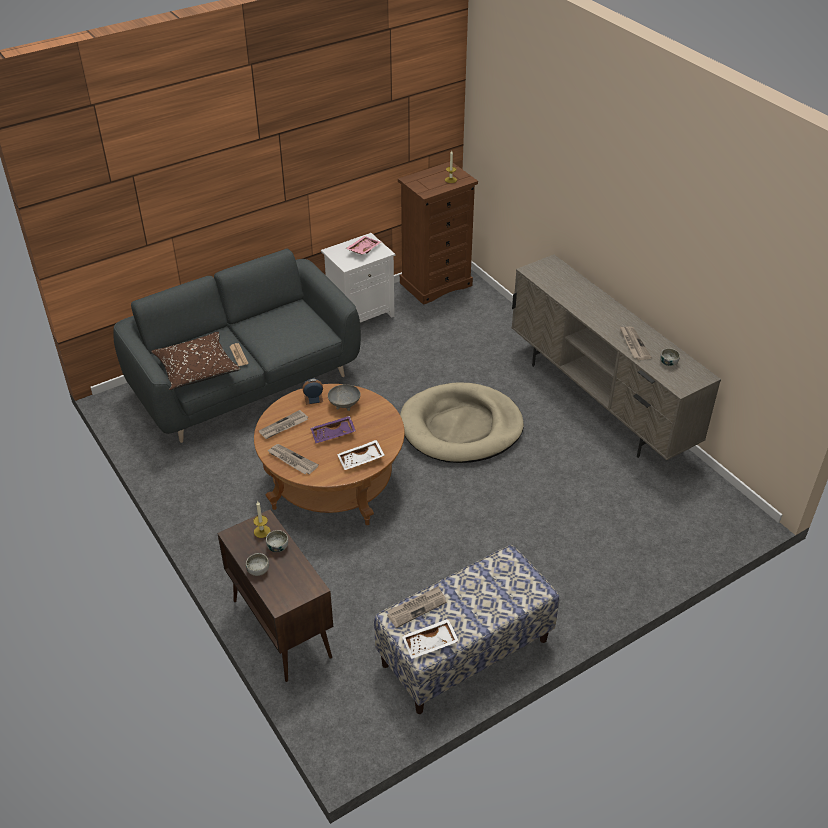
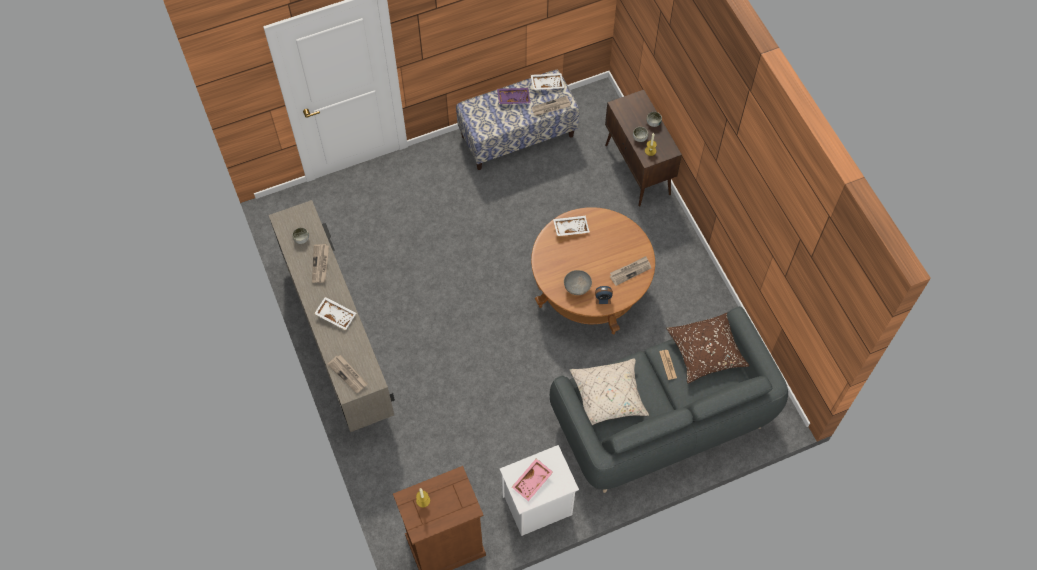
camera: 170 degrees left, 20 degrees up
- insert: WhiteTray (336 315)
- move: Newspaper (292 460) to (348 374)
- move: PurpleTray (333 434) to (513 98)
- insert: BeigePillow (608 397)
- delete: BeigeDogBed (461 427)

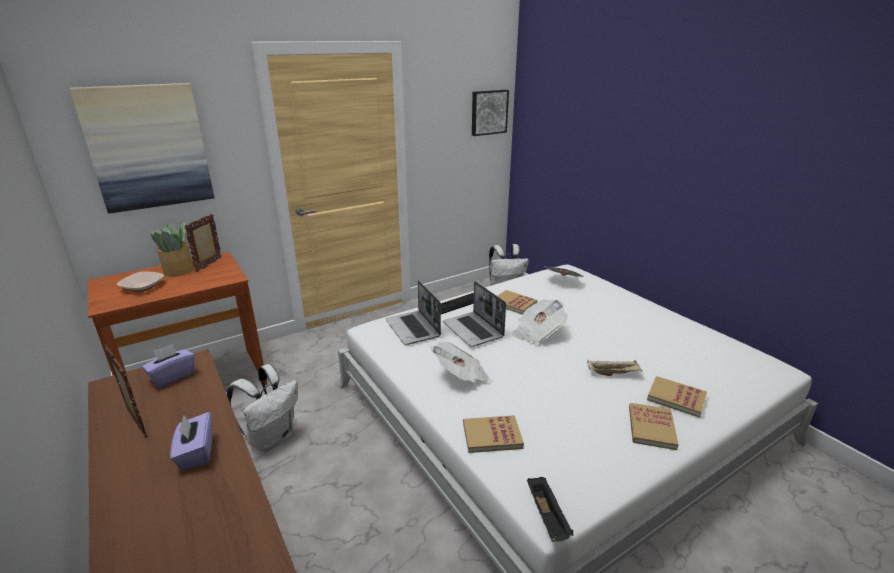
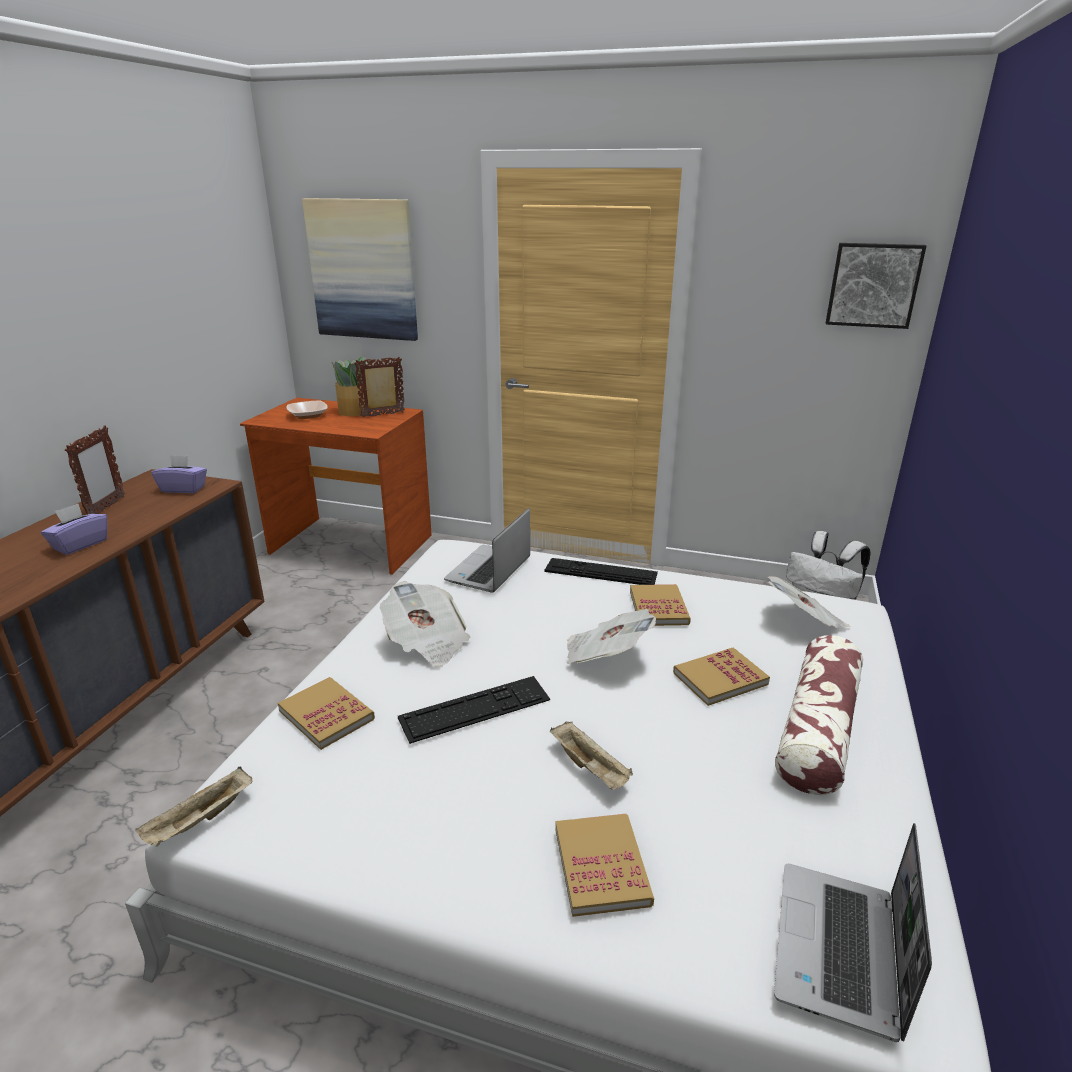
camera: 50 degrees right, 0 degrees up
- recolor: BlackTray (548 517) to BeigeTray (200 821)
- insert: Keyboard (475 709)
- move: Book (651 427) to (720 678)
- move: Laptop (474 330) to (840 951)
- insert: Pillow (818 729)
- delete: WhiteBackpack (271 438)

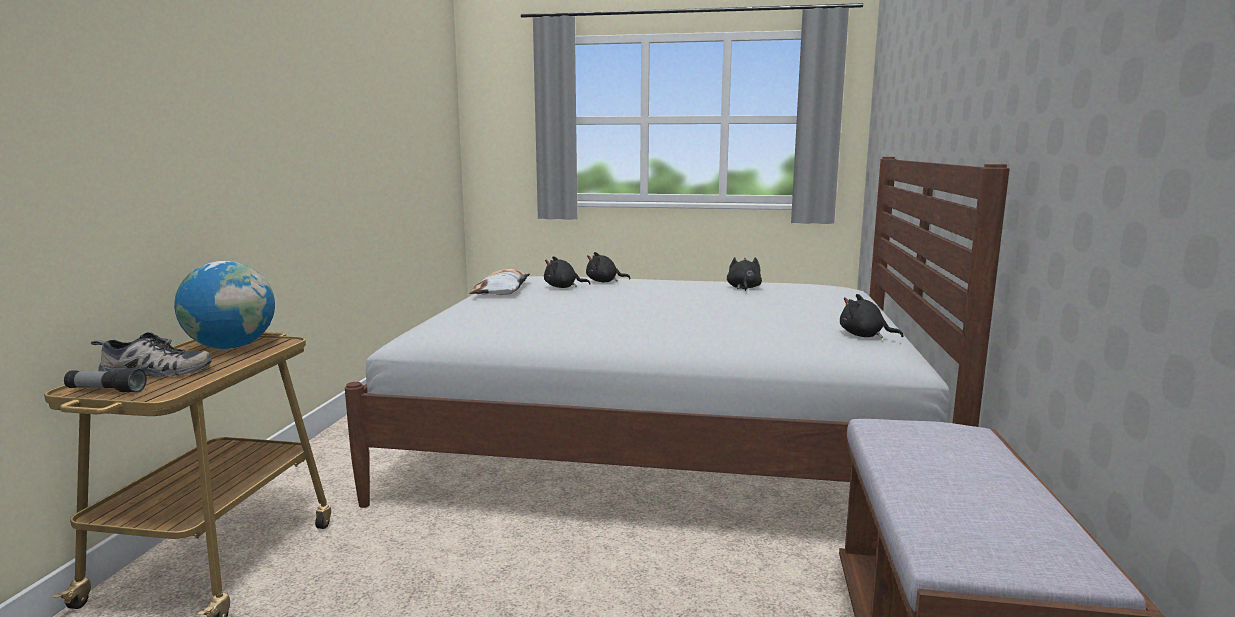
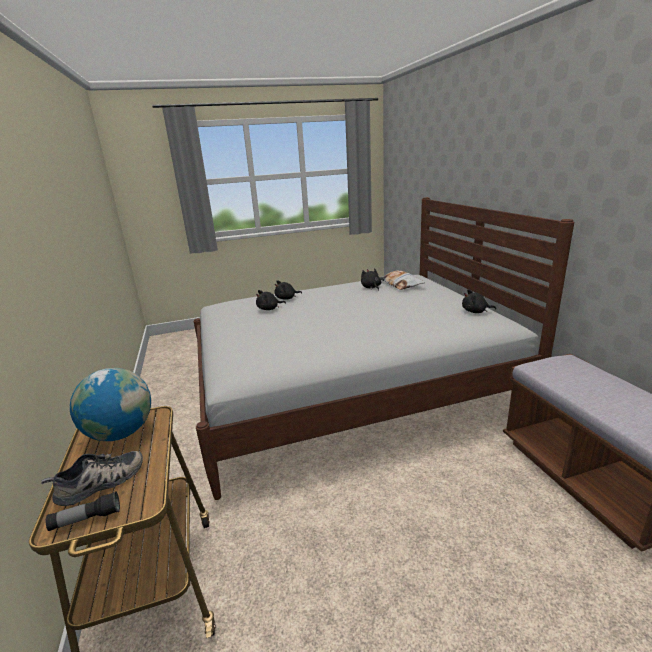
camera: 25 degrees left, 10 degrees up
- move: Pillow (502 290) to (400 284)

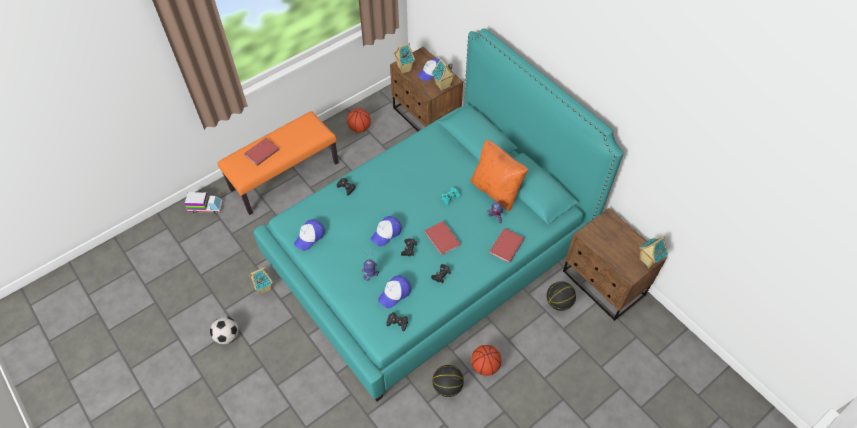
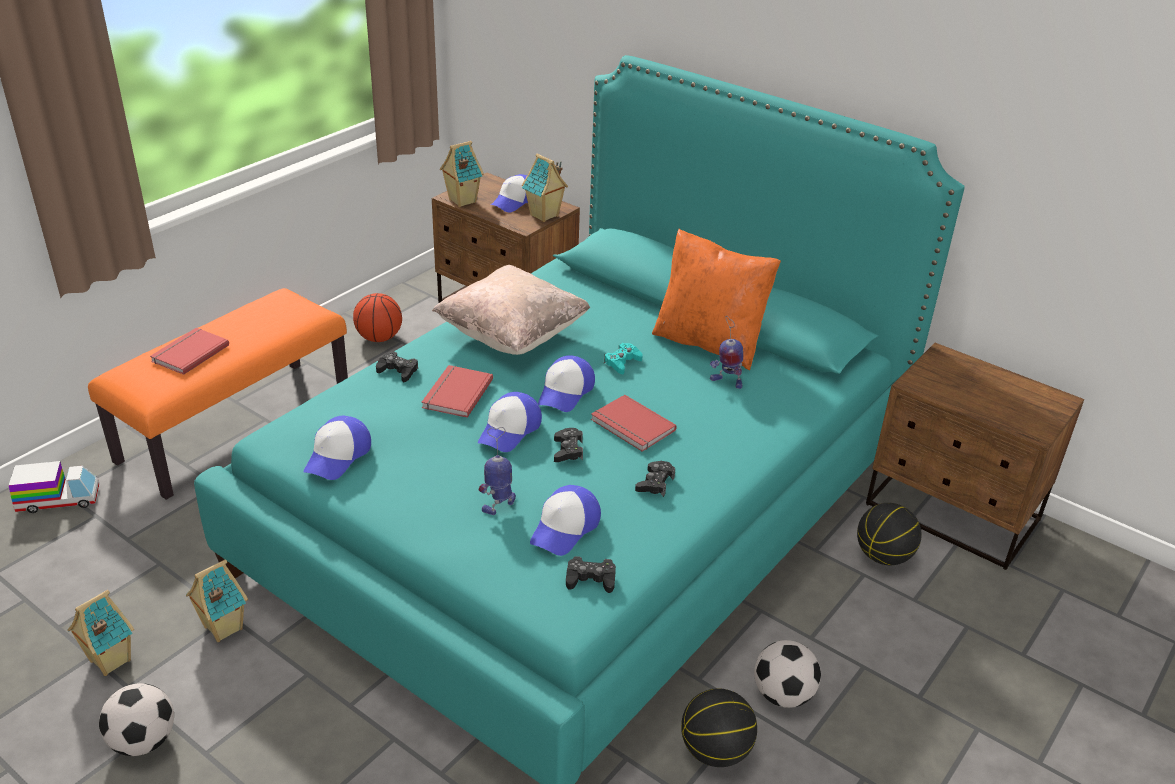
camera: 15 degrees left, 20 degrees down
- move: ToyHouse (647 261) to (109 661)
- move: RedBook (505 246) to (455 393)
- insert: BeigePillow (512 335)
- insert: Cap (566 392)
- replace: Basketball (485 366) to Football (782 695)

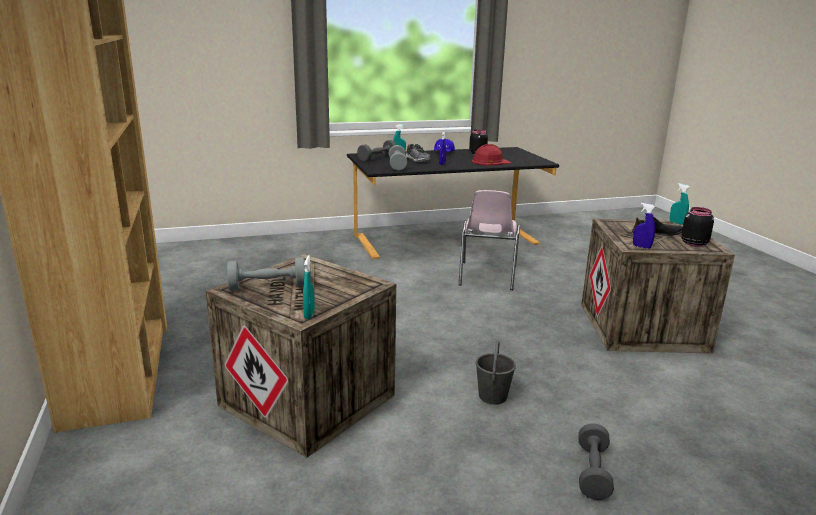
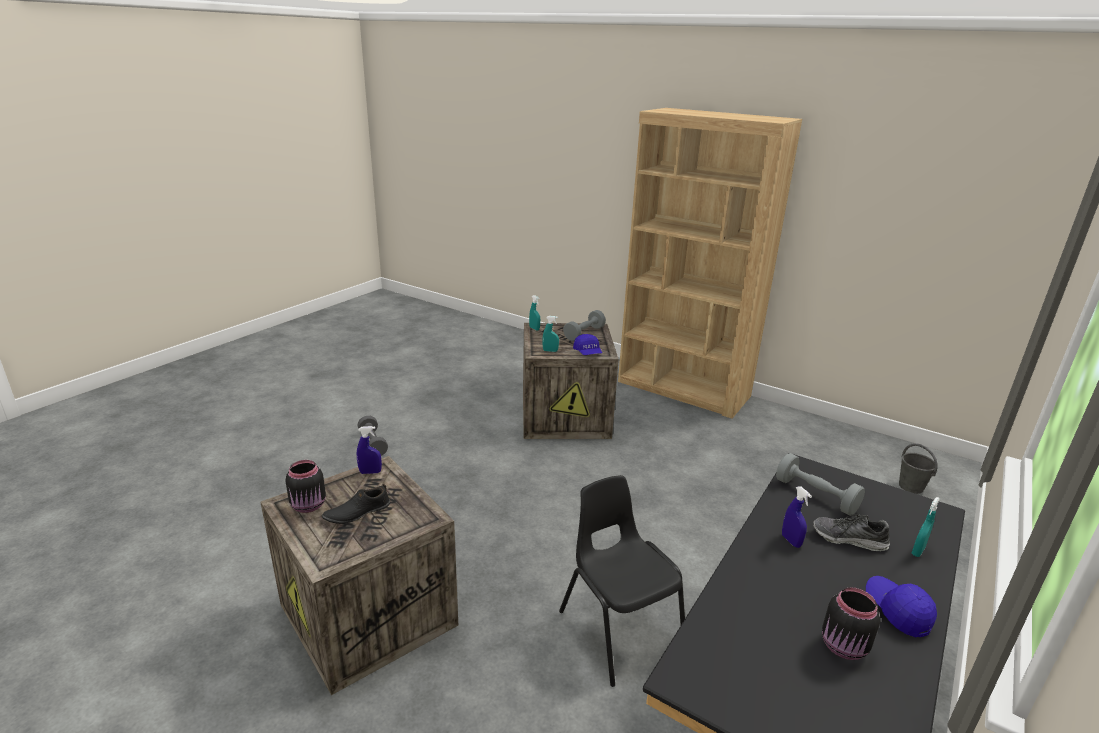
camera: 140 degrees right, 5 degrees up
- move: TurquoiseSprayBottle (677 223) to (550 351)
- recolor: PinkChair (486 276) to BlackChair (619 629)
- insert: BlueCap (587 353)
- move: GreyBucket (493 396) to (911 487)
- delete: GreyDumbbell (377 158)
- delete: RedHardHat (490 162)

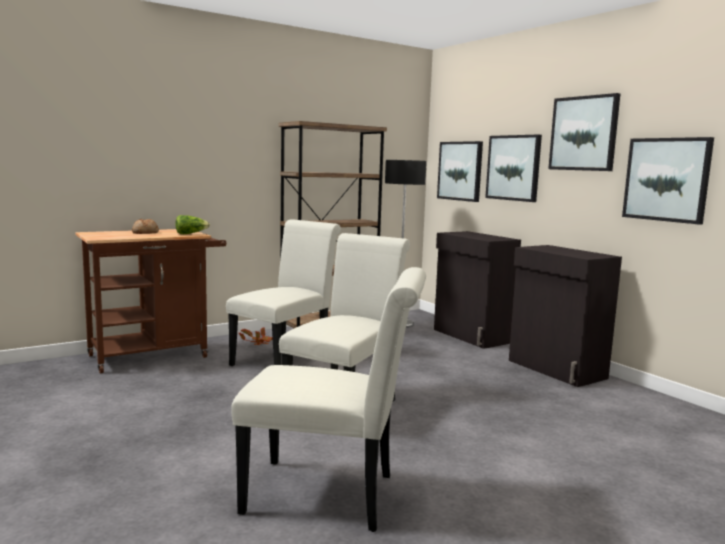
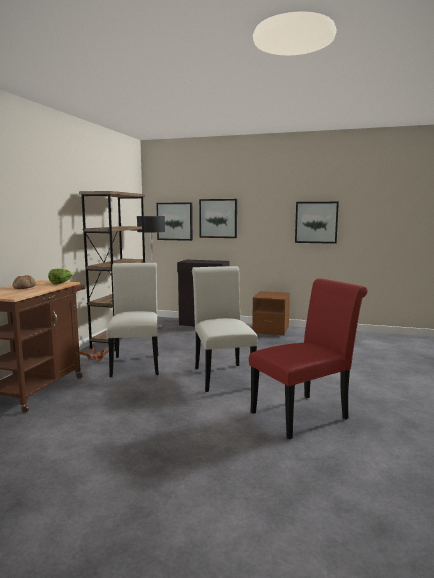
camera: 40 degrees left, 0 degrees up
- recolor: WhiteChair (331 495) to RedChair (304 414)
- replace: BlackCabinet (556 370) to BrownNightstand (271 330)
- delete: Picture (584 133)

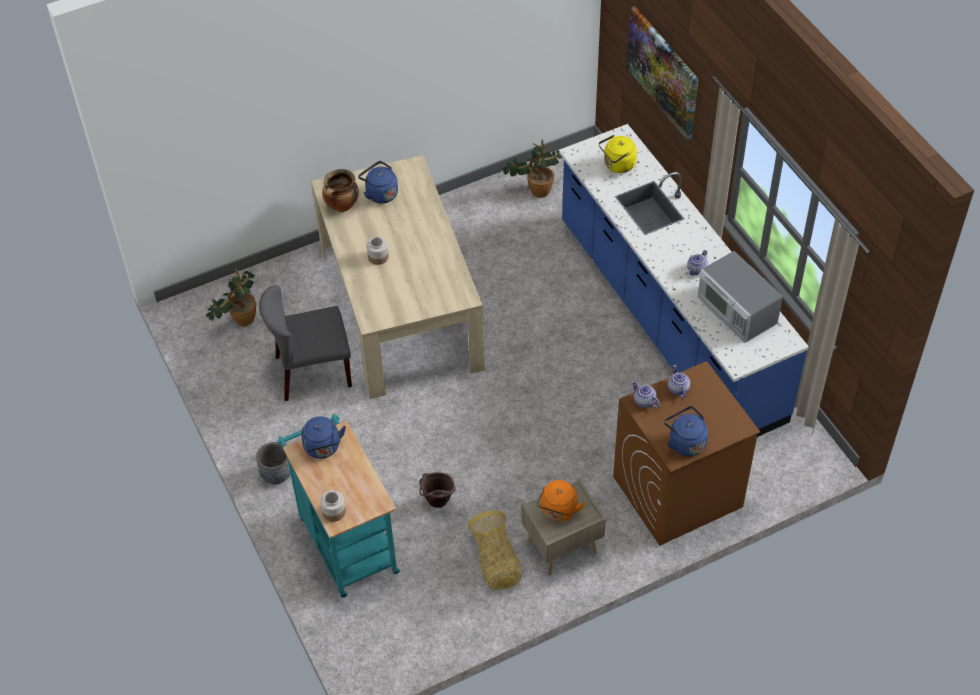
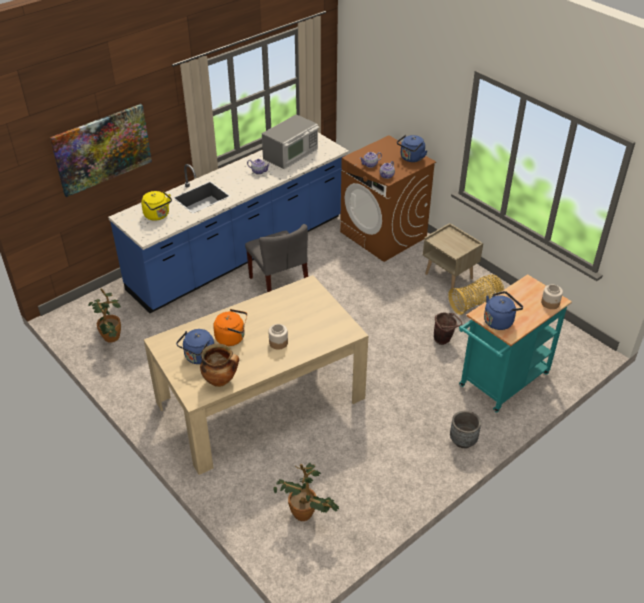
camera: 105 degrees left, 10 degrees down
- move: OrangeKettle (558 511) to (232 338)
- move: GreyChair (312 372) to (279 285)

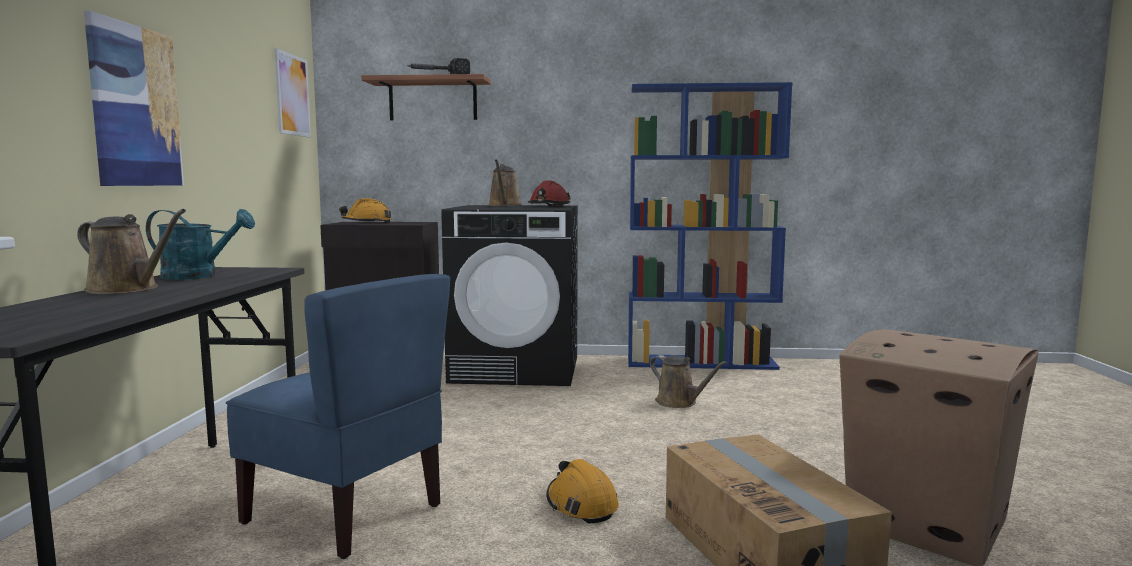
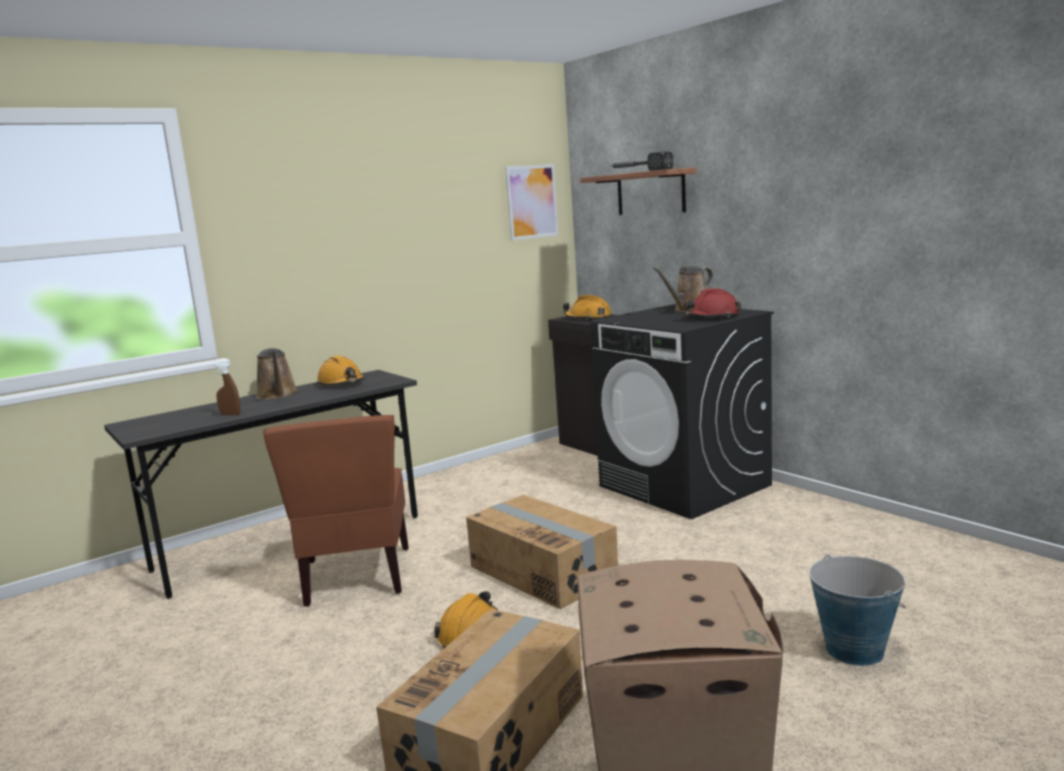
camera: 50 degrees right, 5 degrees up
- insert: BrownSprayBottle (230 414)
- recolor: BlueChair (346 513) to BrownChair (356 576)
- replace: TurquoiseWateringCan (199 276) to OrangeHardHat (341 384)
- insert: CardboardBox (543 572)
- insert: Bucket (854 650)
- delete: Picture (135 106)
- delete: BlueBookcase (701 362)
- delete: BrownWateringCan (679 402)

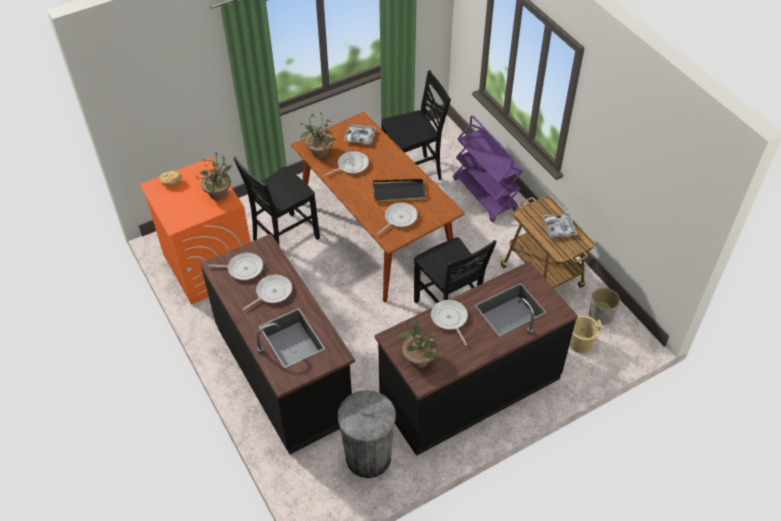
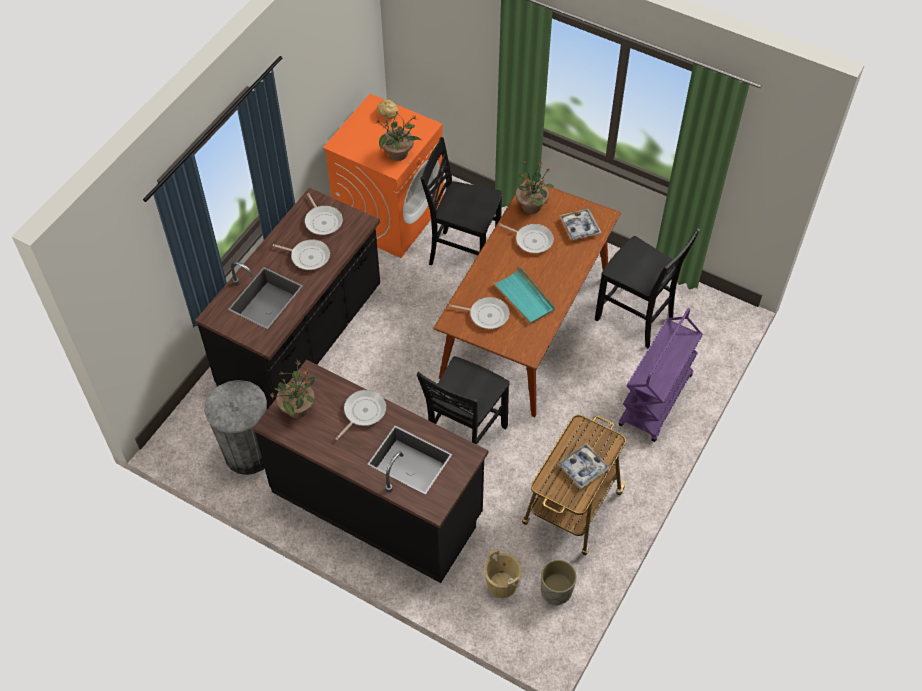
camera: 60 degrees right, 5 degrees up
- recolor: BlackTray (399 192) to TurquoiseTray (524 298)

